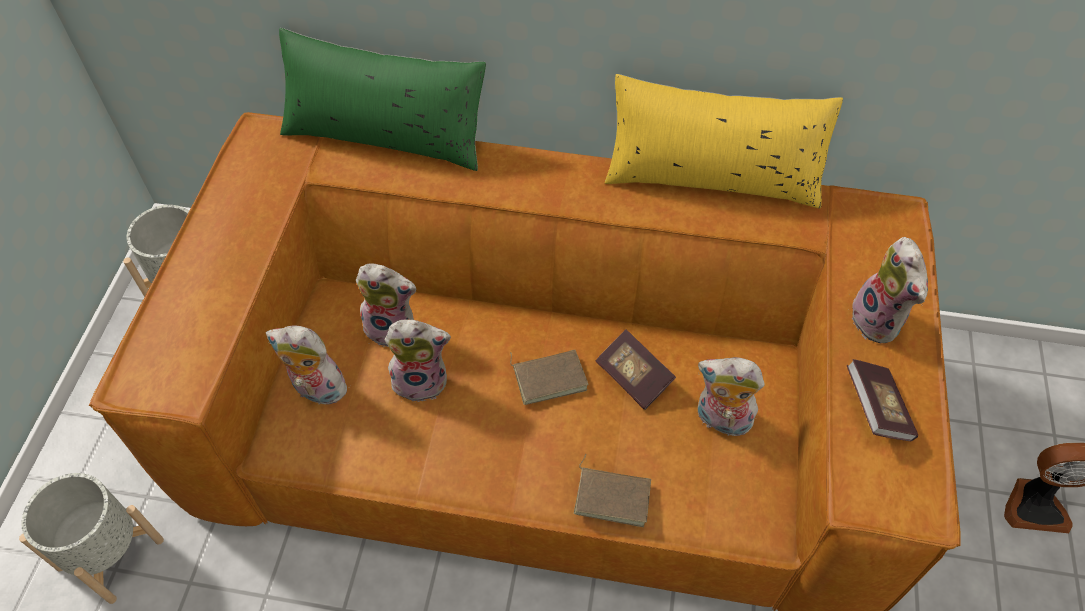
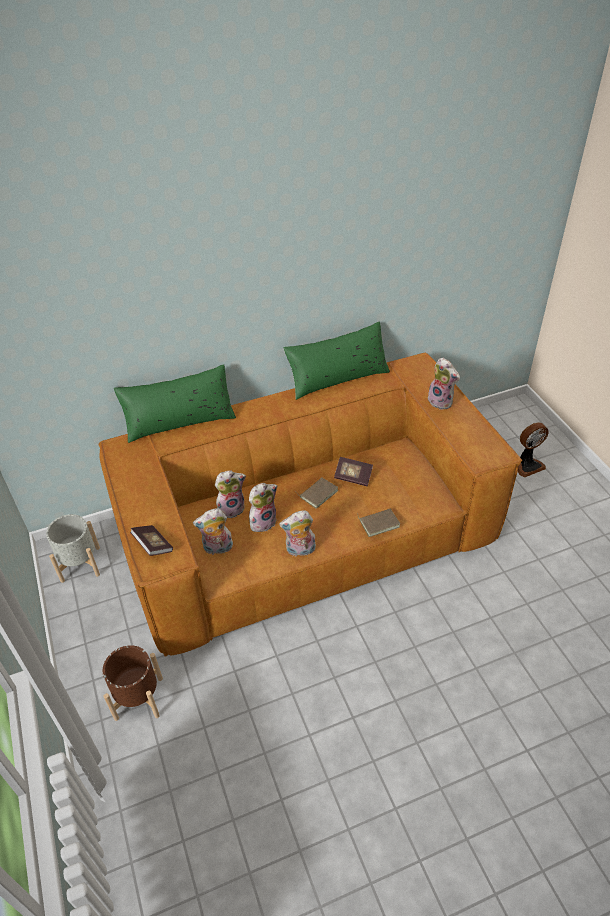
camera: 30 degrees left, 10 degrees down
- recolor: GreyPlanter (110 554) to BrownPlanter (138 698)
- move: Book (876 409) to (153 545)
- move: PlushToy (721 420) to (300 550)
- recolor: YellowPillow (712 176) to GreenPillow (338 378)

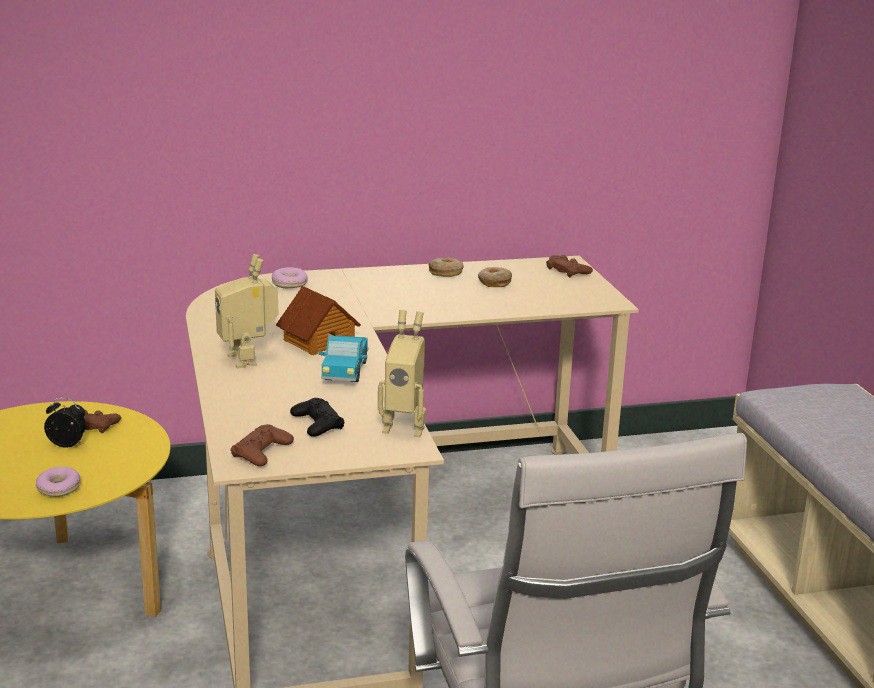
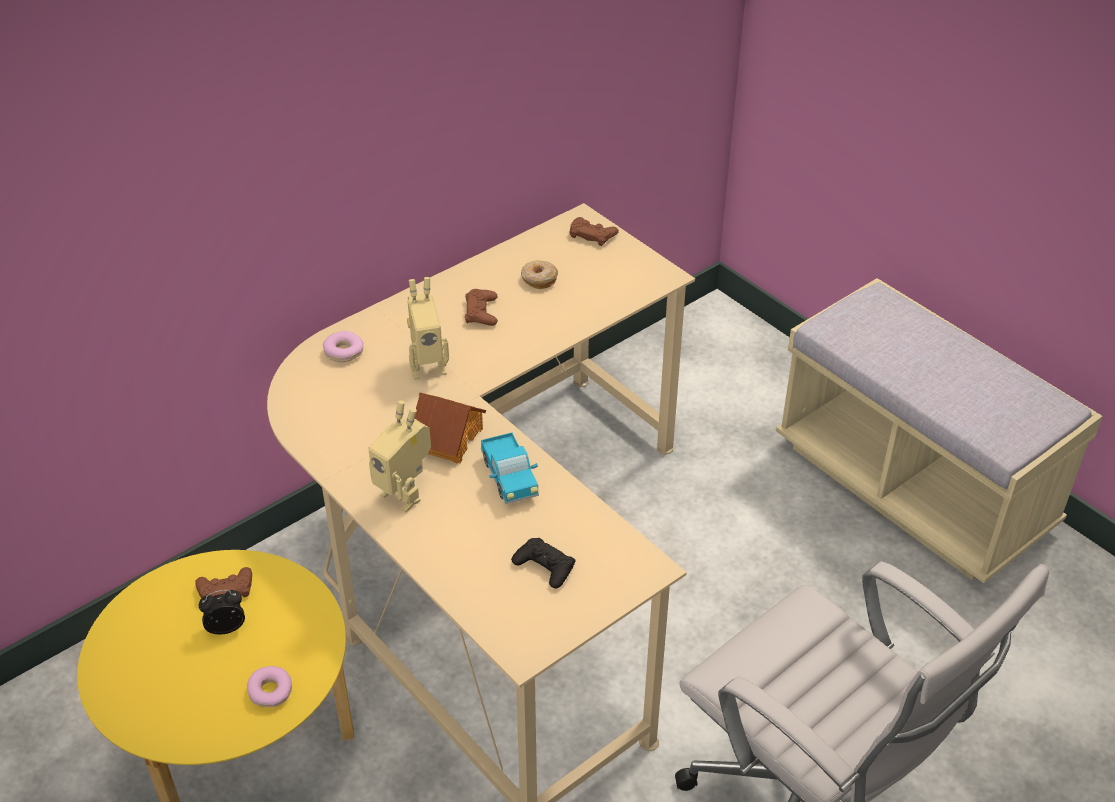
camera: 25 degrees left, 20 degrees up
- move: ToyRobot (405 427) to (427 366)
- move: BrownGameController (262 452) to (481 312)
- delete: Donut (446 273)

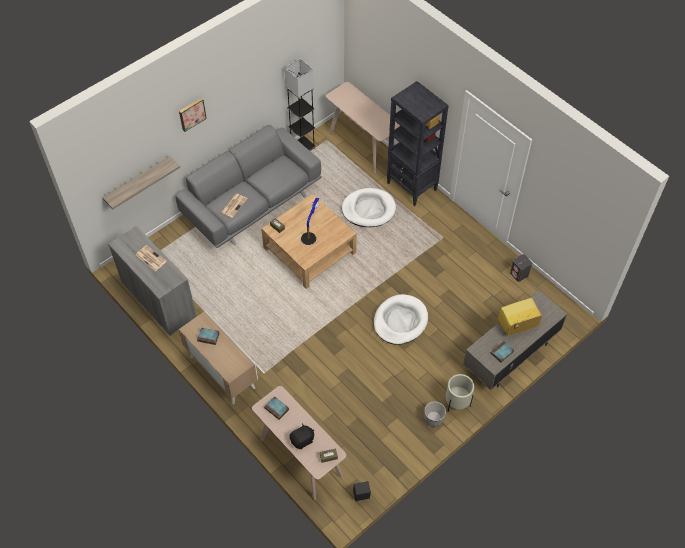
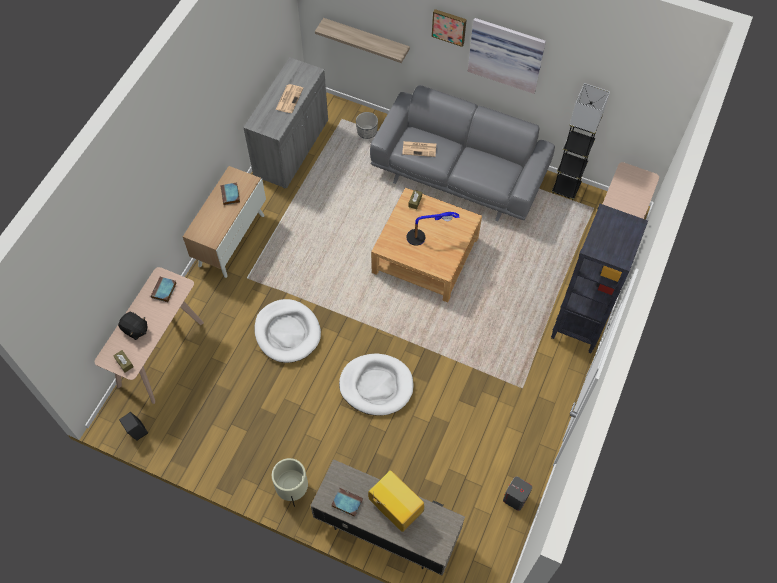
camera: 65 degrees right, 5 degrees up
- move: WhiteDogBed (368 209) to (287 332)
- move: Planter (434 419) to (367 132)
- insert: Picture (506 53)

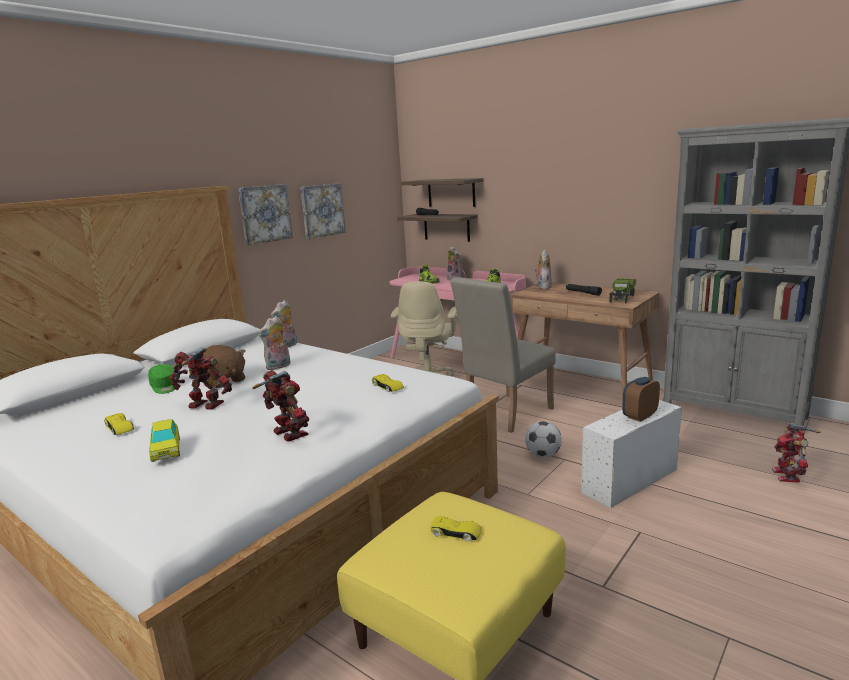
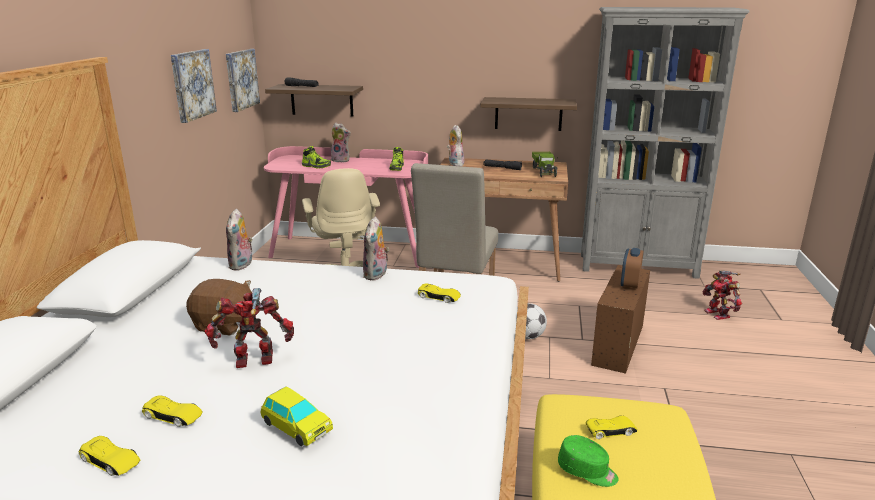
camera: 30 degrees left, 5 degrees up
- insert: YellowToyCar (110 461)
- move: Picture (265 214) to (241 79)
- move: PlushToy (278 367) to (376 275)
- move: Shelf (451 192) to (528 114)
- move: GreenCap (164 387) to (587 471)
- recolor: WhiteStorageBox (629 481) to BrownStorageBox (618 345)
- delete: ToyRobot (288 434)

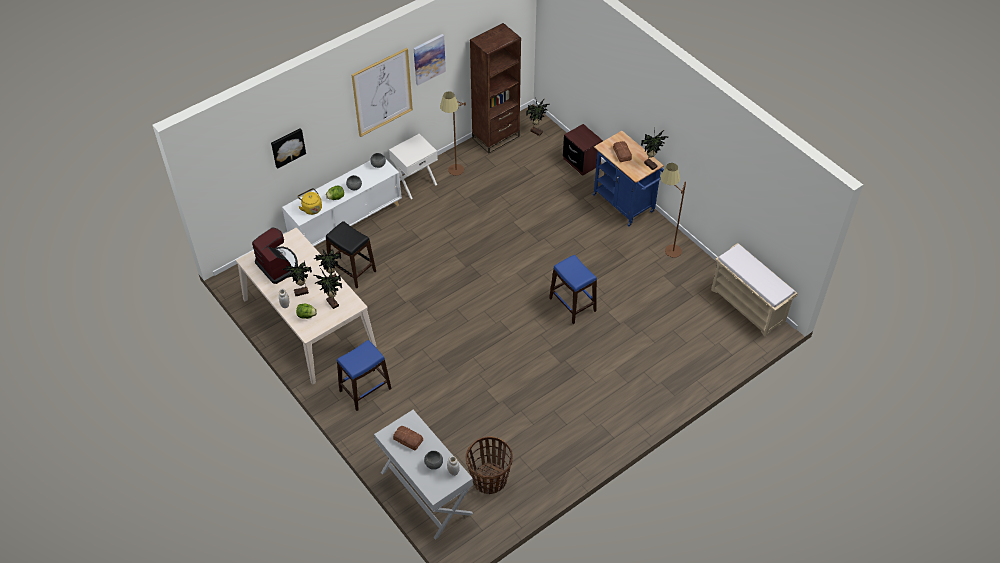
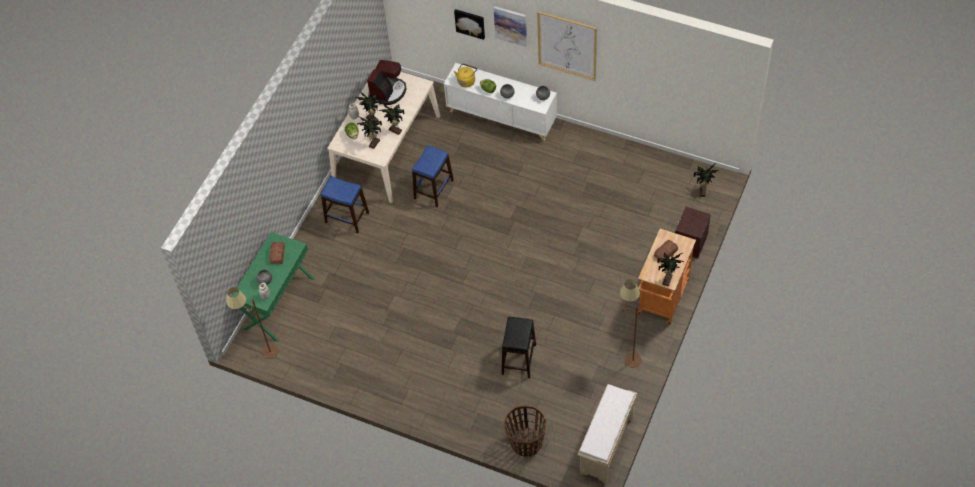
camera: 65 degrees right, 5 degrees up
- move: BrownFloorLamp (454 175) to (262 354)
- recolor: WhiteConsoleTable (425 493) to GreenConsoleTable (279 303)
- move: BlueStool (572 304) to (434 189)
- move: Picture (429 59) to (510 25)
- move: BlackStool (352 270) to (519 359)
- move: Basket (489 479) to (526 443)
- recolor: BlueCart (626 205) to OrangeCart (662 300)
- delete: WhiteNightstand (415 183)
- delete: BrownBookcase (496 137)

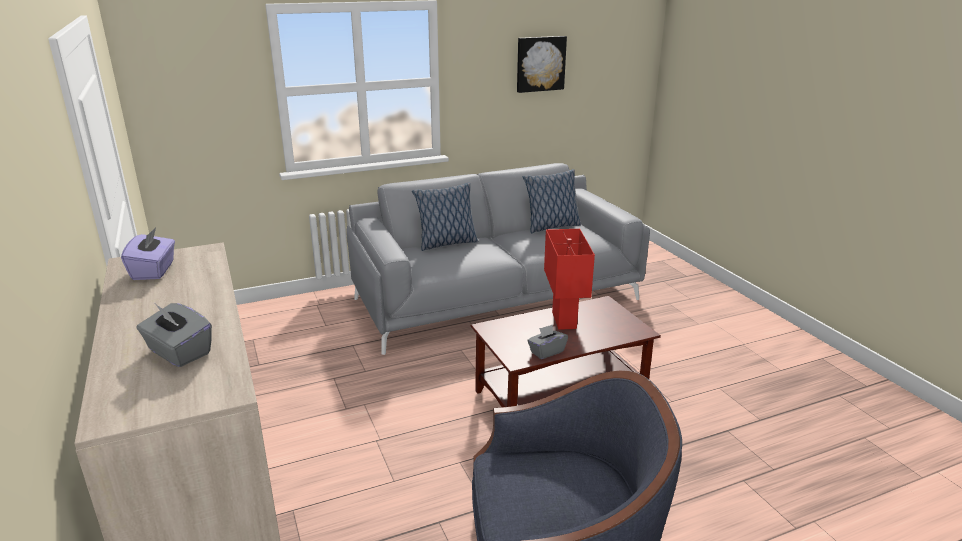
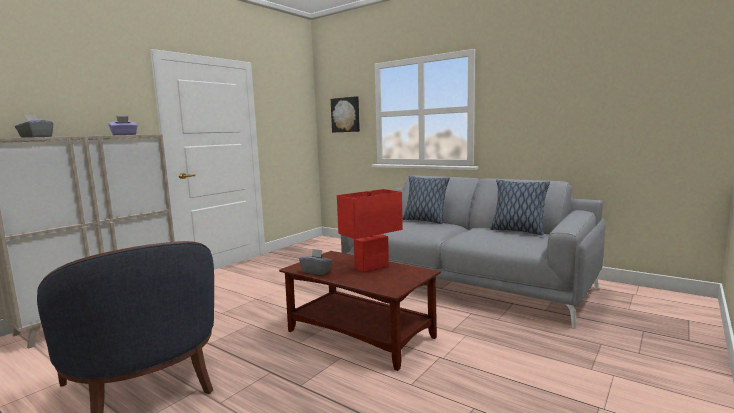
camera: 60 degrees right, 15 degrees down
- move: Picture (540 63) to (346 115)

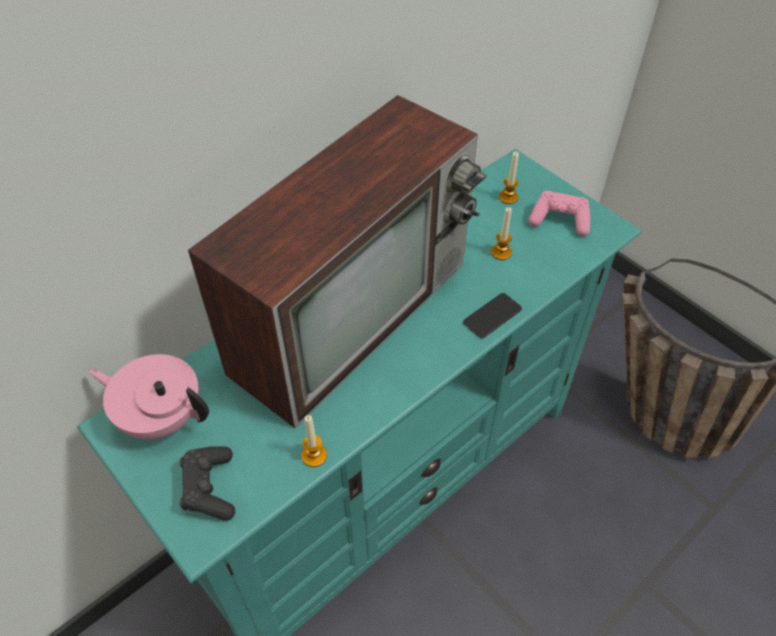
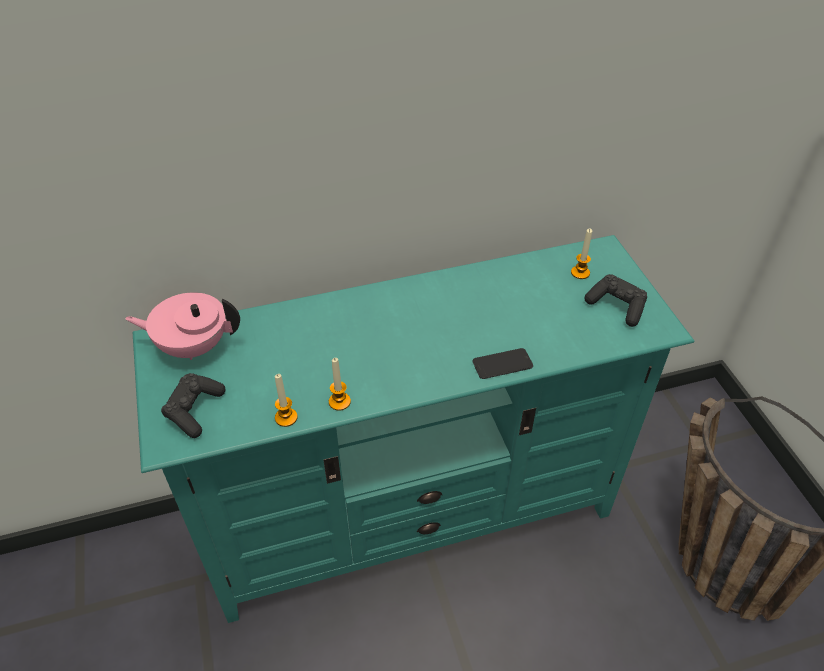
camera: 25 degrees right, 5 degrees down
- rotate: PinkTeapot (161 416) = (193 346) 45 degrees counterclockwise
- move: Candle (501 252) to (339 402)
- recolor: PinkGameController (559 221) to BlackGameController (616 306)
- delete: Television (353 312)

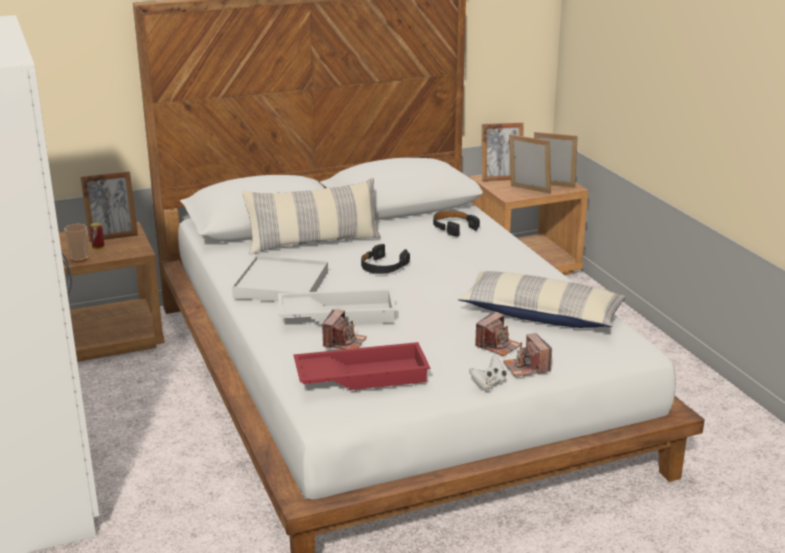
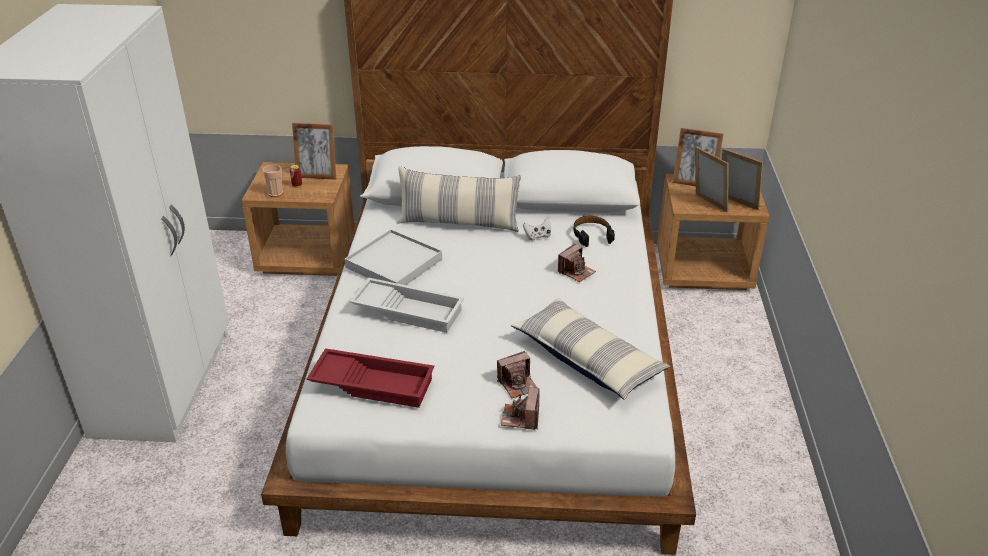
camera: 25 degrees right, 10 degrees up
- move: WhiteGameController (488 384) to (537 236)
- move: PhotoCamera (344 342) to (576 272)
- delete: BlackHeadphones (383 267)

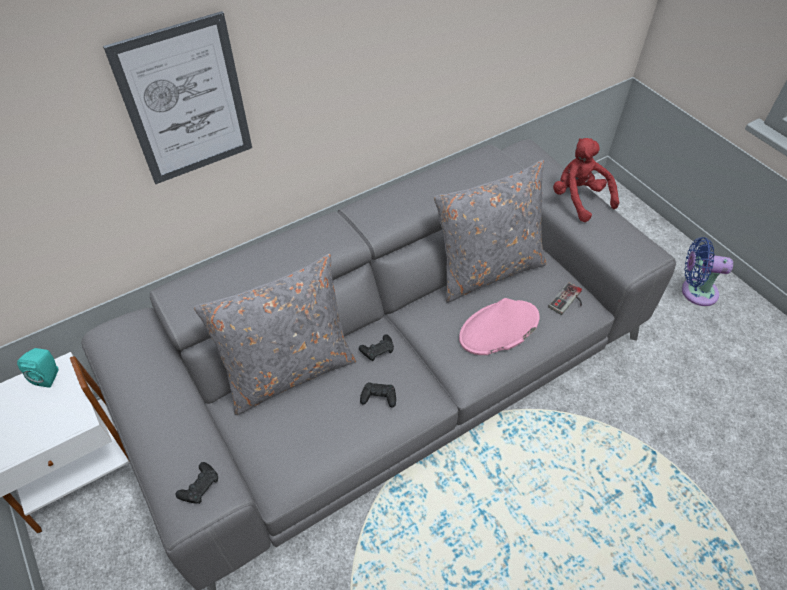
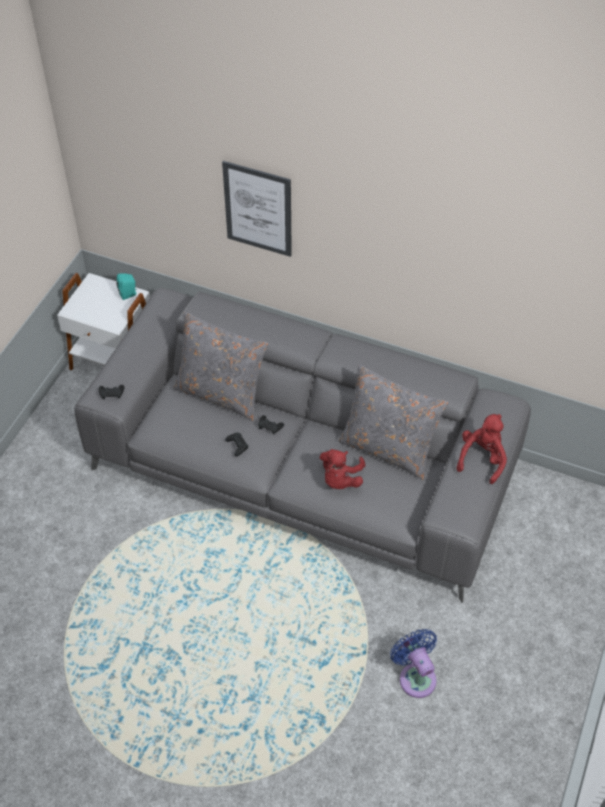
camera: 55 degrees right, 0 degrees up
- replace: PinkHat (498 328) to RedPlushToy (340 479)
- move: BlueFan (695 291) to (415 676)
- delete: GameController (569 301)

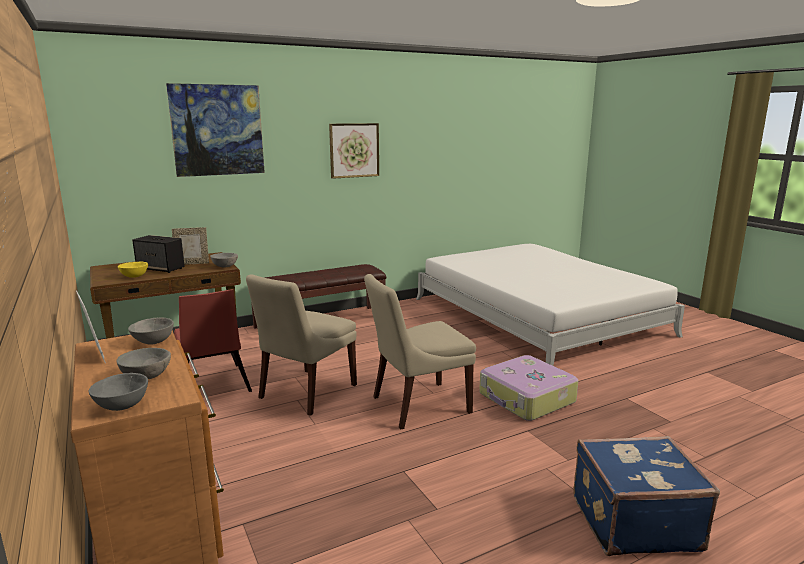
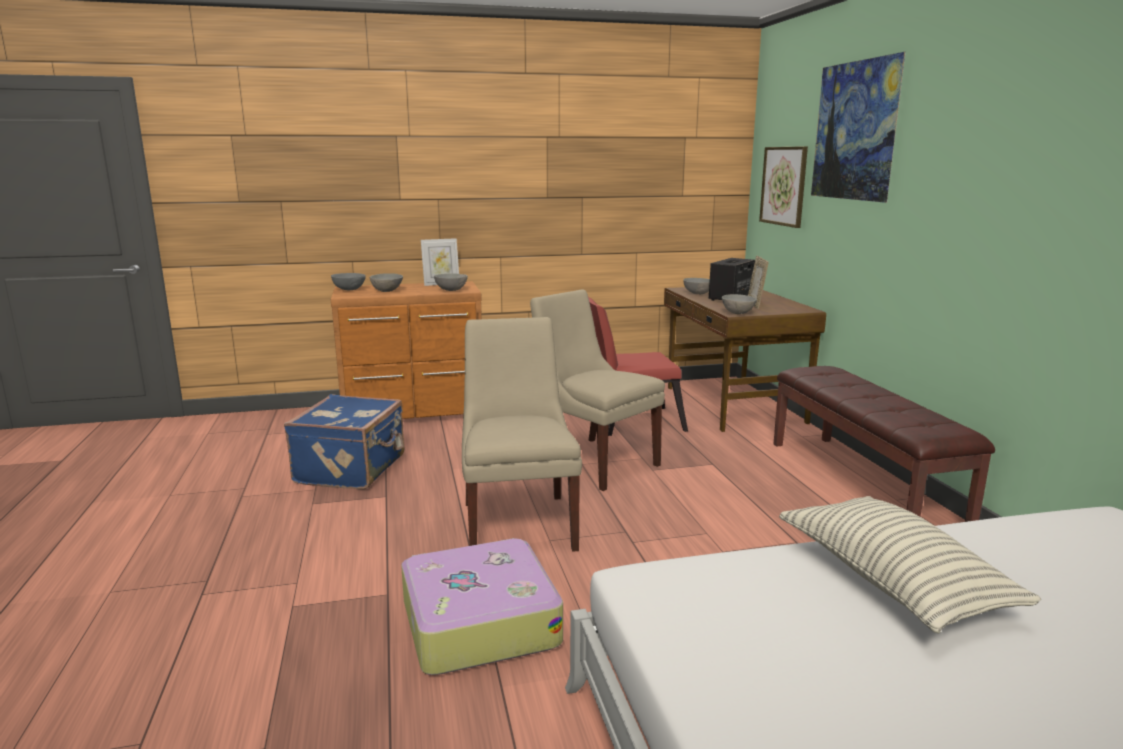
camera: 105 degrees right, 0 degrees up
- move: BlueSuitcase (633 521) to (353 469)
- recolor: YellowBowl (134 276) to GreyBowl (698 293)
- move: Picture (354 150) to (784 186)
- insert: Pillow (892 582)

